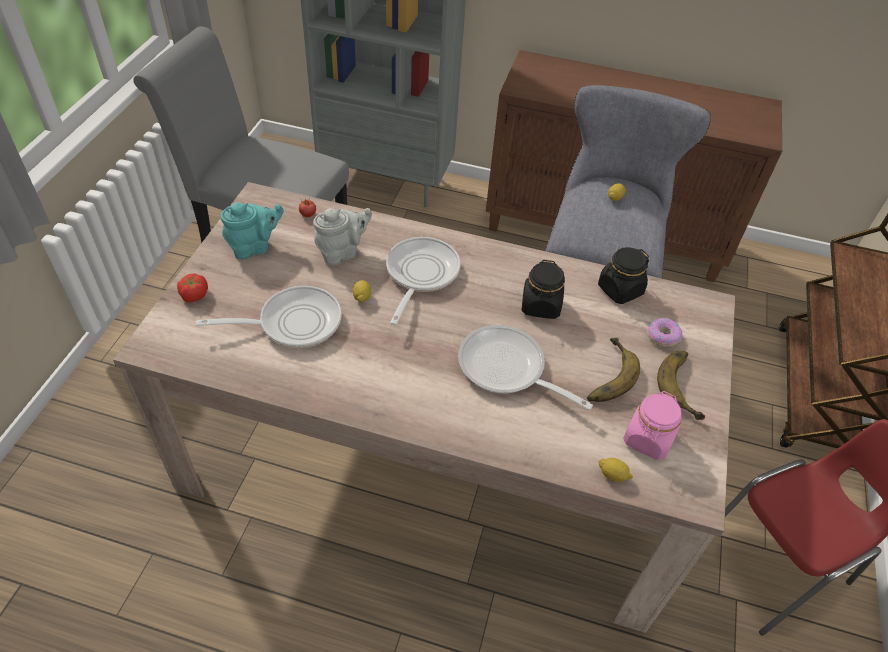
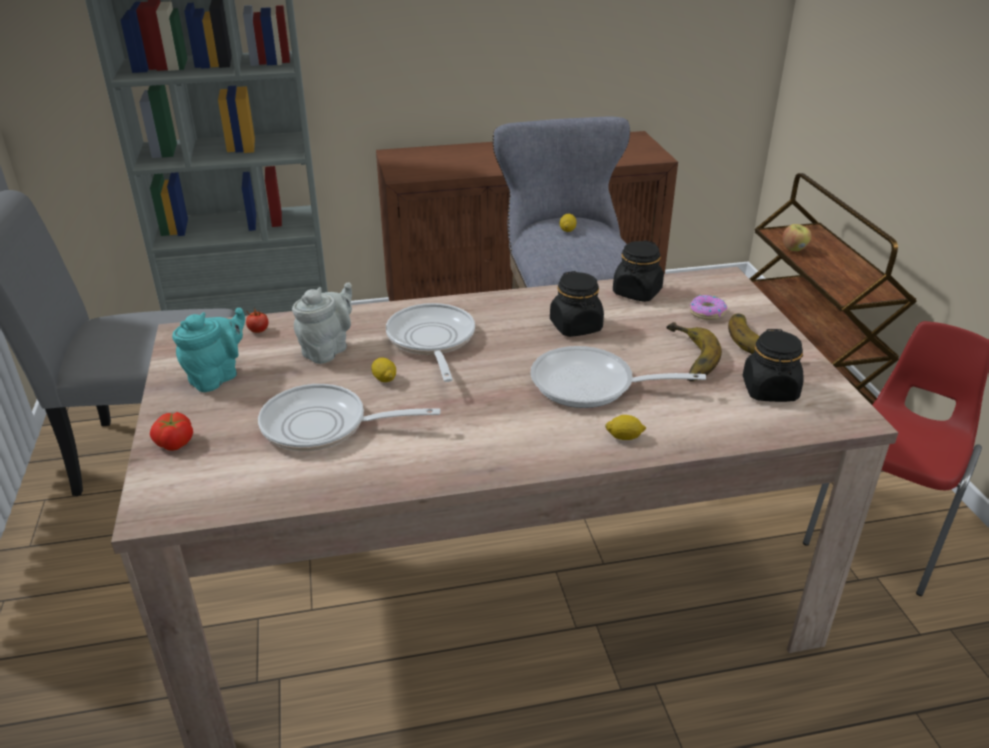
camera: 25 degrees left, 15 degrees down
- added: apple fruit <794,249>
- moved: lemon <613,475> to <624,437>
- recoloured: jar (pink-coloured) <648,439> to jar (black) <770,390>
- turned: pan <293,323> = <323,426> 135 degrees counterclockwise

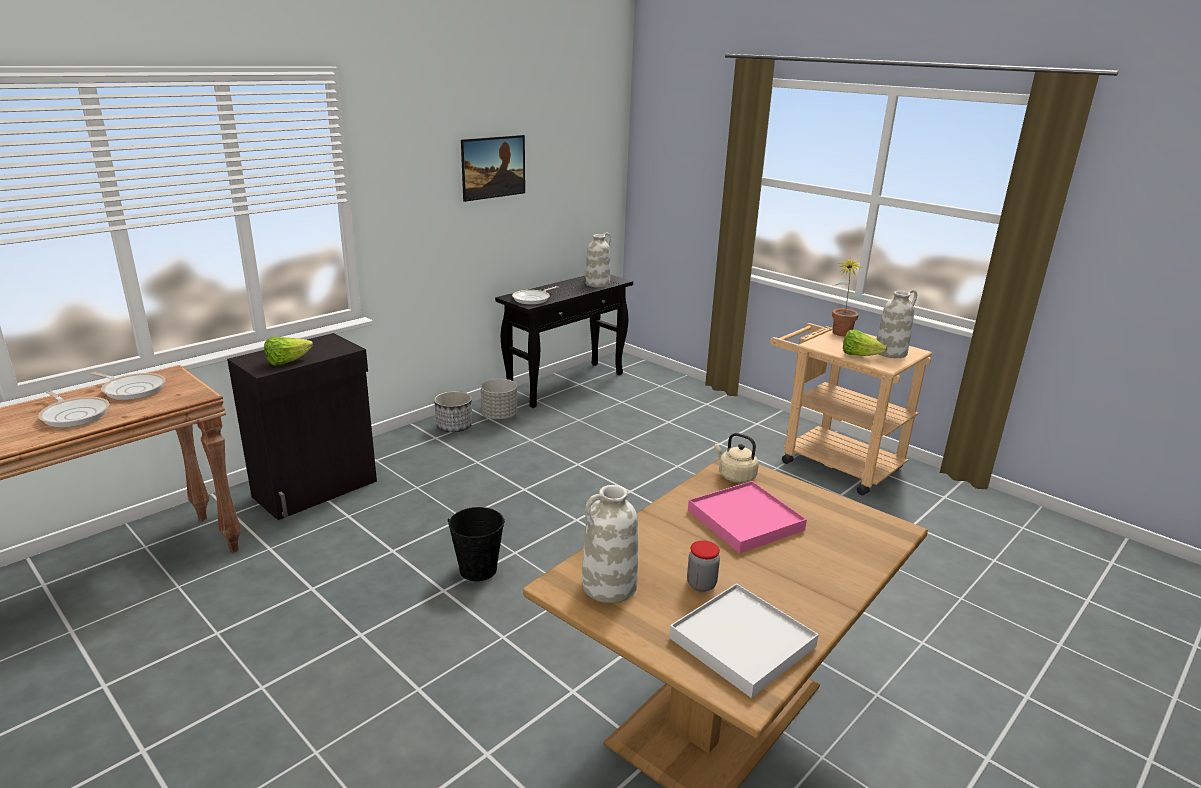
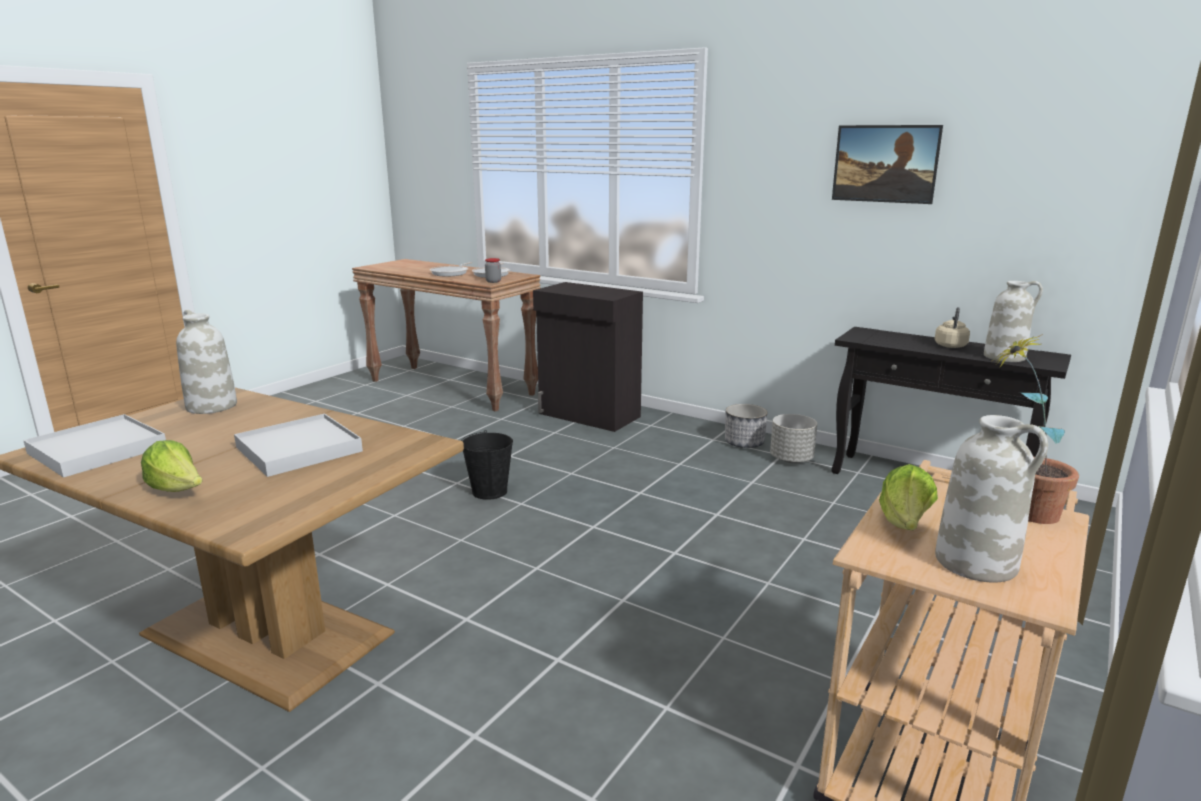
camera: 80 degrees right, 5 degrees down
- removed: pan <533,299>
- moved: lettuce <287,362> to <178,490>
- moved: jar <701,584> to <493,281>
- moved: tea kettle (sand-coloured) <735,476> to <950,345>
- recoloured: tray (pink-coloured) <745,520> to tray (white) <299,449>

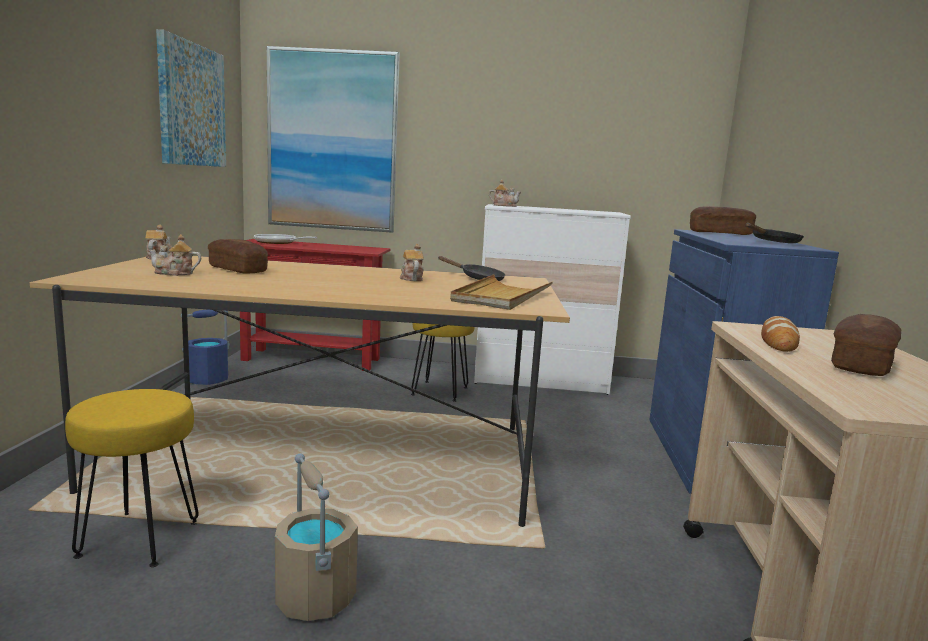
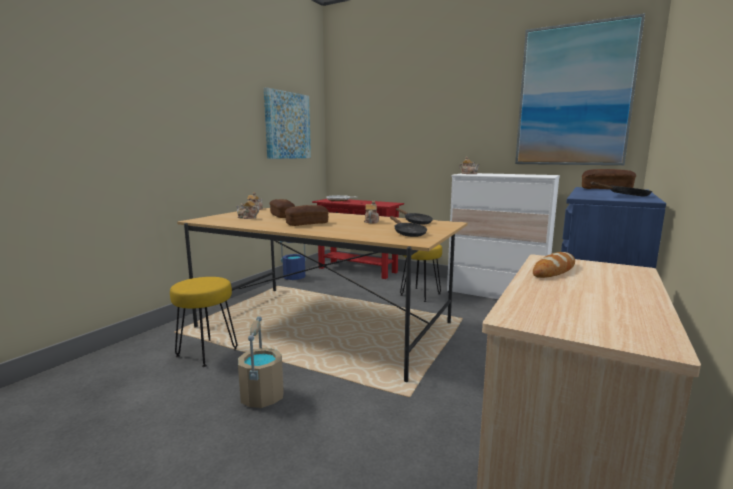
camera: 25 degrees right, 0 degrees up
- moved: wall art <332,141> to <574,96>
- moved: baked bread <861,364> to <307,224>
- replaced: tray (sand-coloured) <502,296> to pan (black) <408,233>

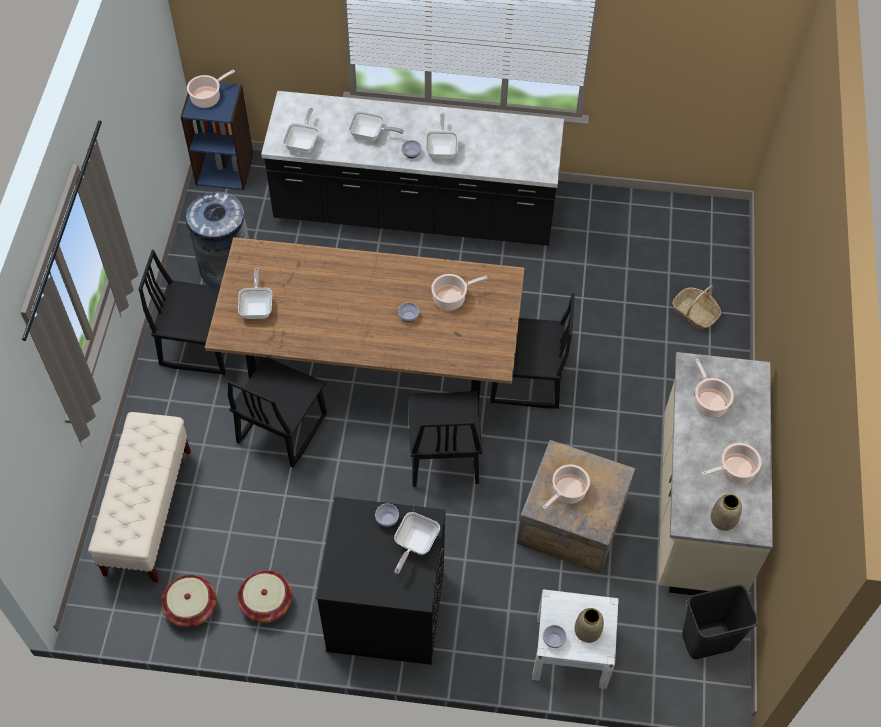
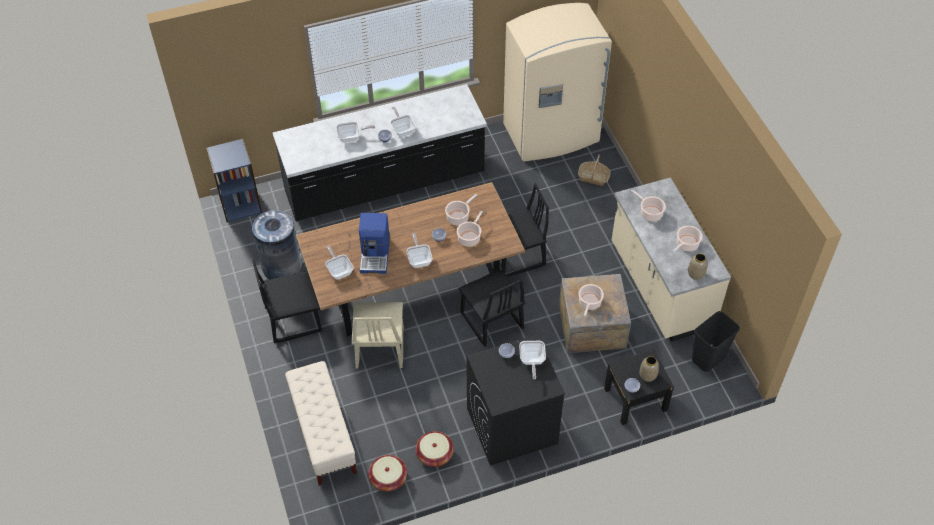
camera: 25 degrees left, 5 degrees down
- added: coffee maker <375,255>
- added: fridge (sand-coloured) <551,134>
- moved: stockpot <207,98> to <469,238>
- moved: pan <303,143> to <419,259>
- recoloured: chair (black) <281,428> to chair (sand-coloured) <379,348>
- recoloured: night table (white) <571,651> to night table (black) <635,399>

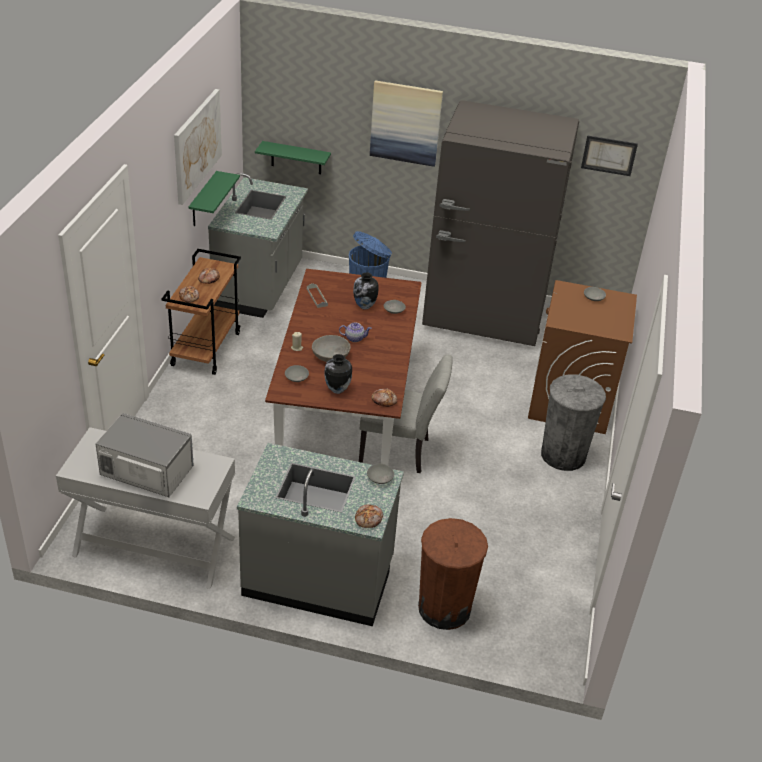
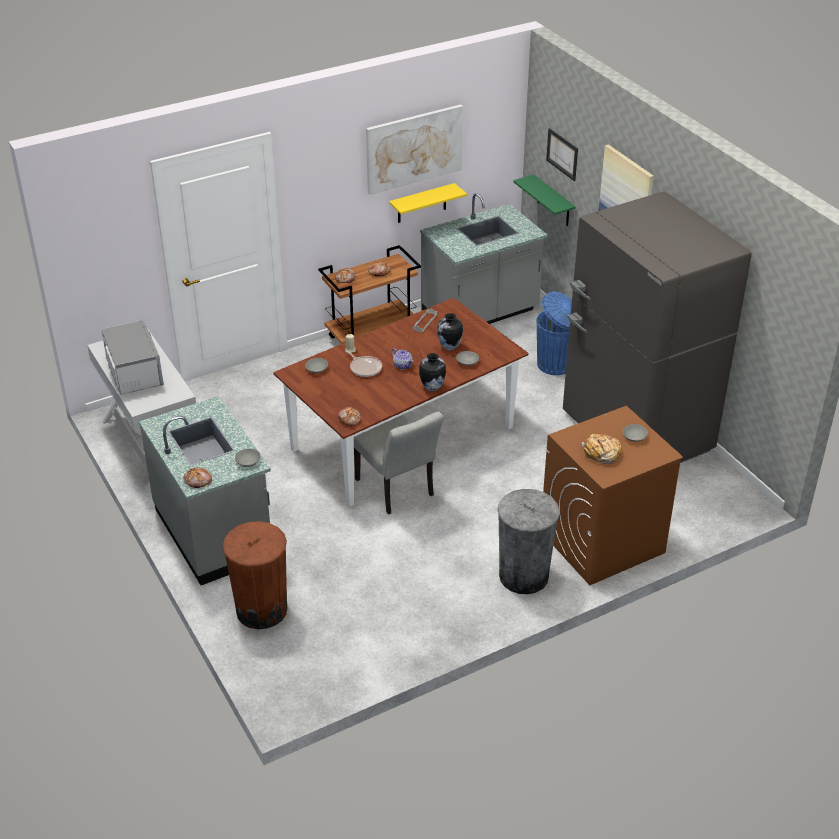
camera: 50 degrees right, 0 degrees up
- added: baked bread <601,454>
- moved: decorative vase <337,390> to <432,388>
- moved: wall art <609,155> to <562,154>
- replaced: bowl (greyish) <330,355> to pan <365,368>
- recoloured: shelf (green-coloured) <203,200> to shelf (yellow) <422,203>

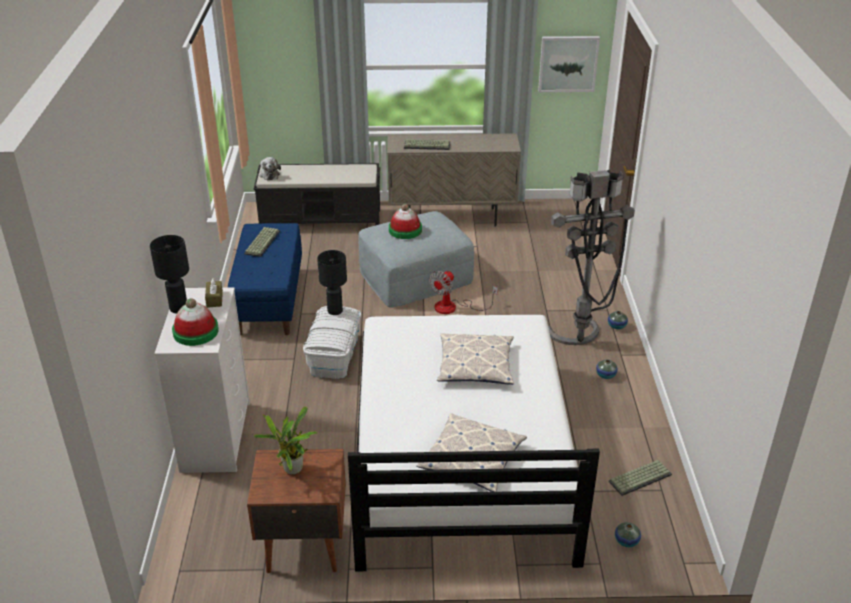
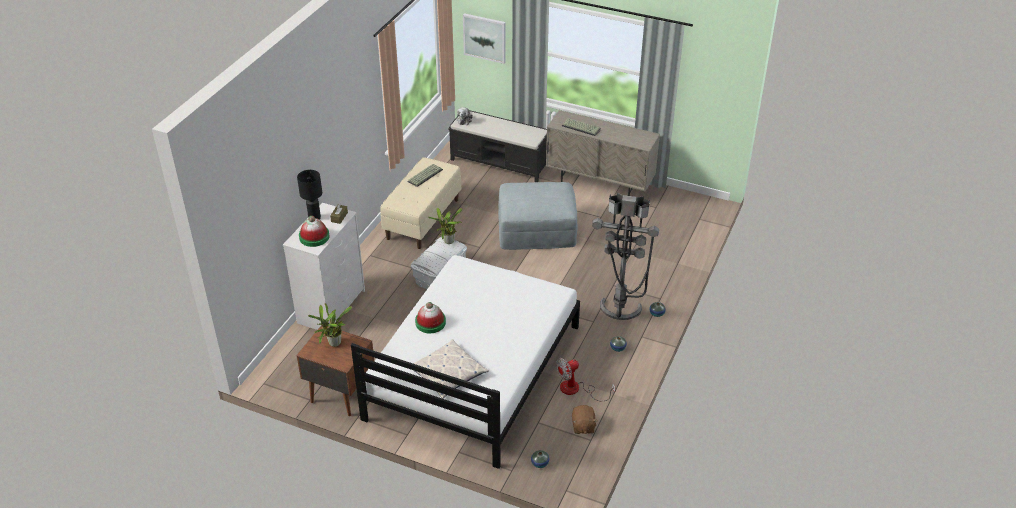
camera: 25 degrees right, 5 degrees up
- removed: throw pillow <475,366>
- moved: wearable hat <405,230> to <430,322>
- moved: electric fan <453,307> to <576,389>
- moved: wall art <568,63> to <484,37>
- replaced: tabletop lamp (black) <335,311> to plant in a pot <448,242>
- replaced: PC keyboard <640,477> to cuddly toy (brown) <583,426>
- recoloured: indoor bench (blue-coloured) <269,300> to indoor bench (sand-coloured) <423,219>

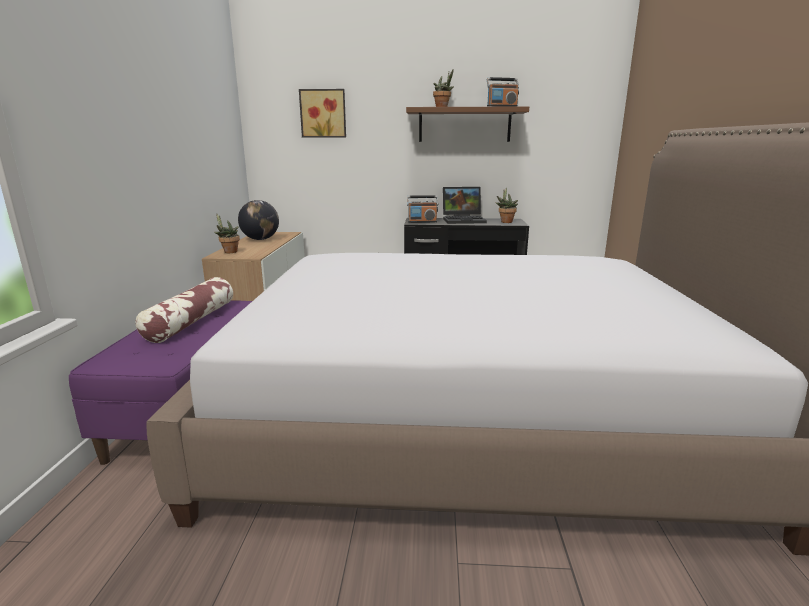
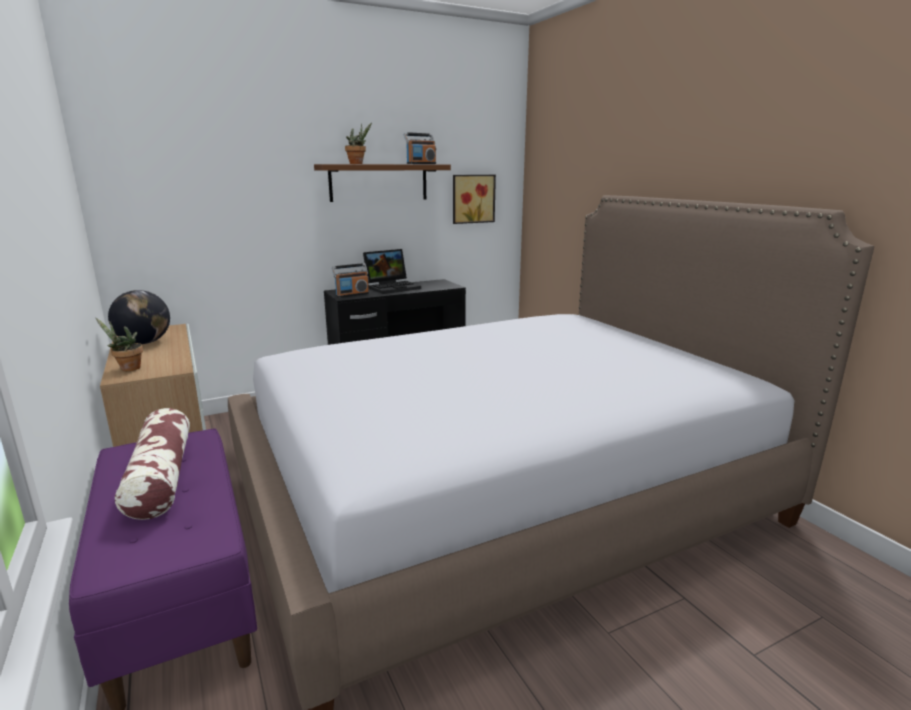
camera: 30 degrees left, 0 degrees up
- removed: plant in a pot <505,222>
- moved: wall art <323,113> to <472,198>

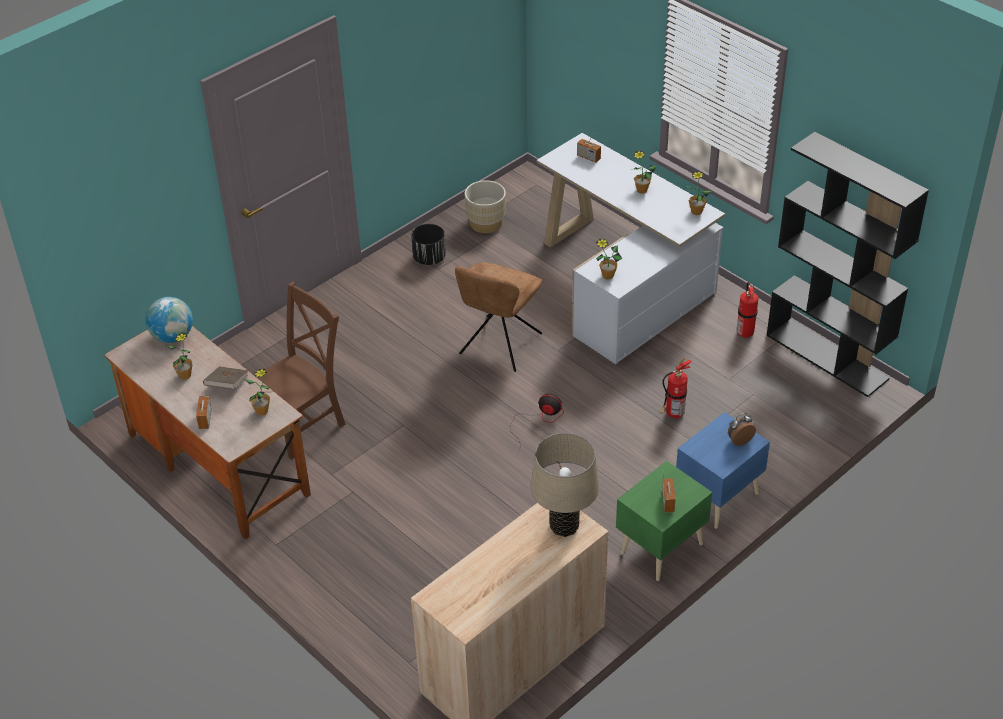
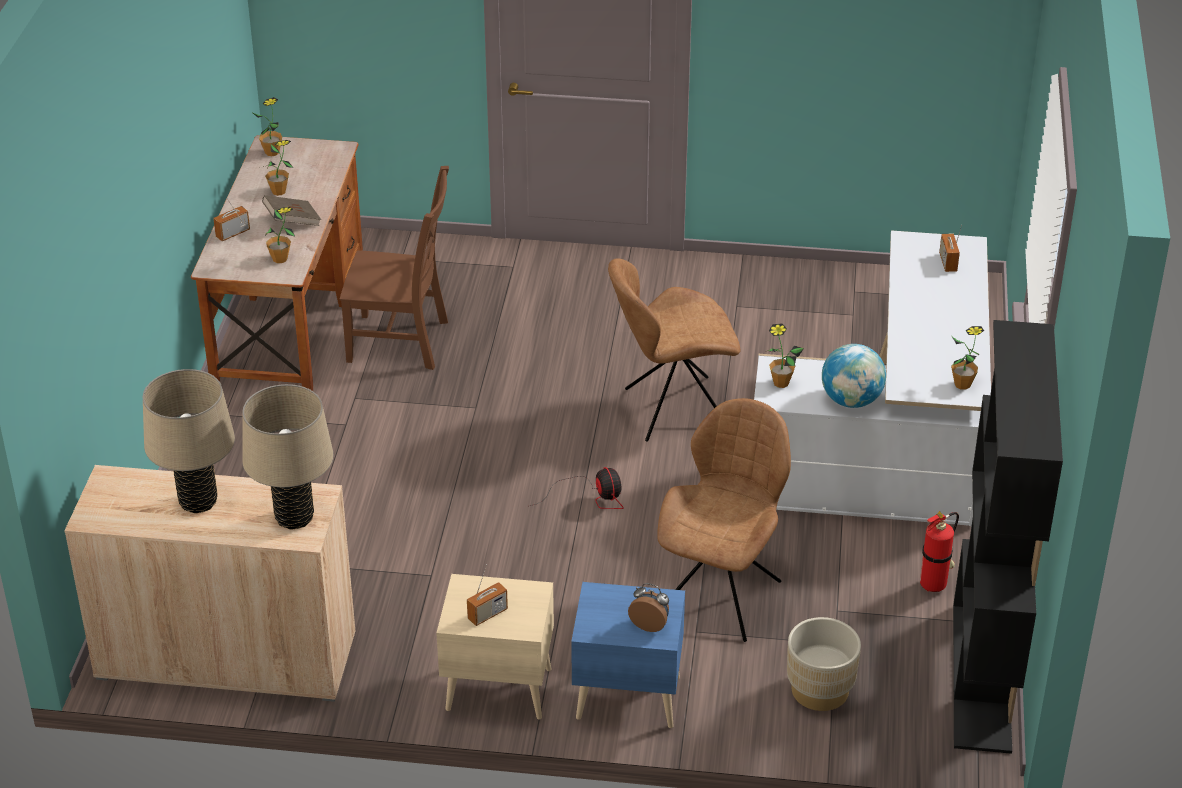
camera: 50 degrees right, 5 degrees down
- removed: flower pot (black) <429,258>
- added: tabletop lamp (sand-coloured) <198,502>
- moved: world globe <173,336> to <851,401>
- moved: flower pot (sand-coloured) <486,223> to <820,691>
- moved: plant in a pot <641,190> to <272,152>
- replaced: extinguisher <673,415> to chair (brown) <721,594>
- recoloured: night table (green-coloured) <659,548> to night table (sand-coloured) <497,687>

